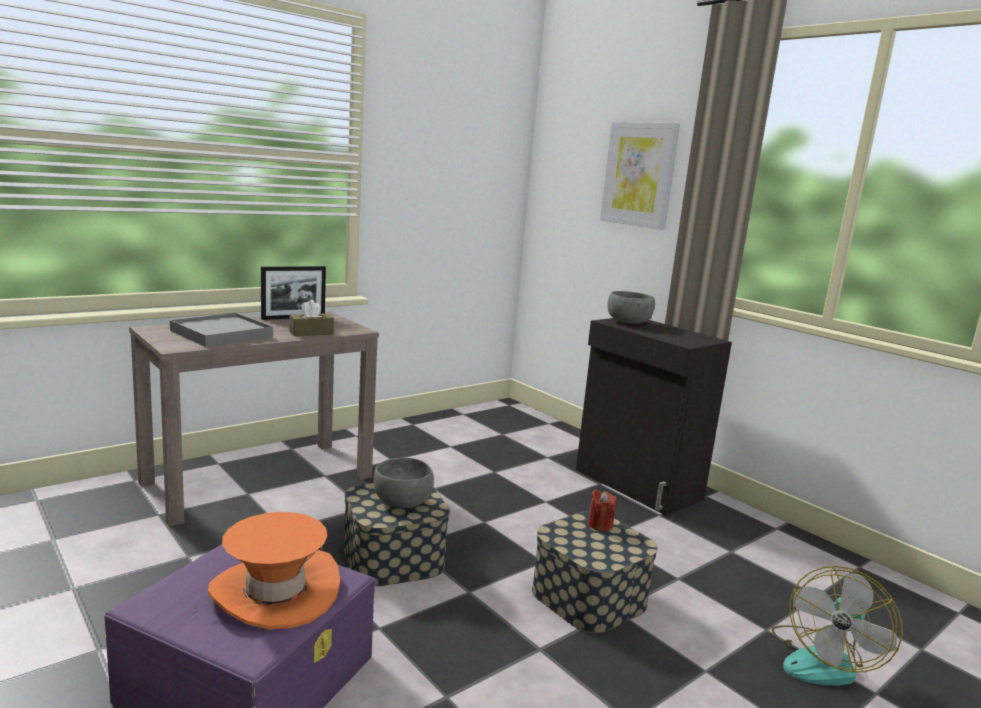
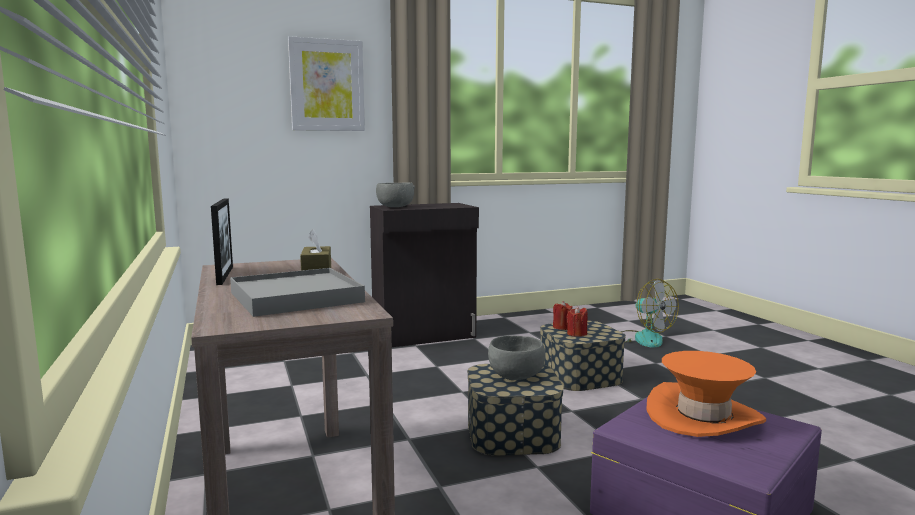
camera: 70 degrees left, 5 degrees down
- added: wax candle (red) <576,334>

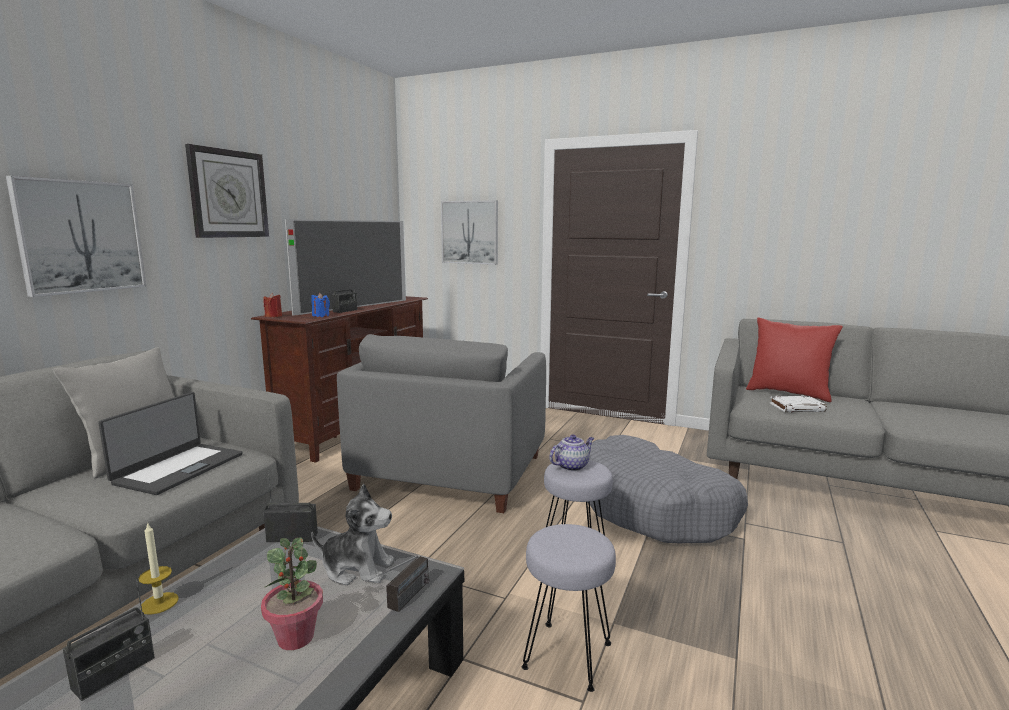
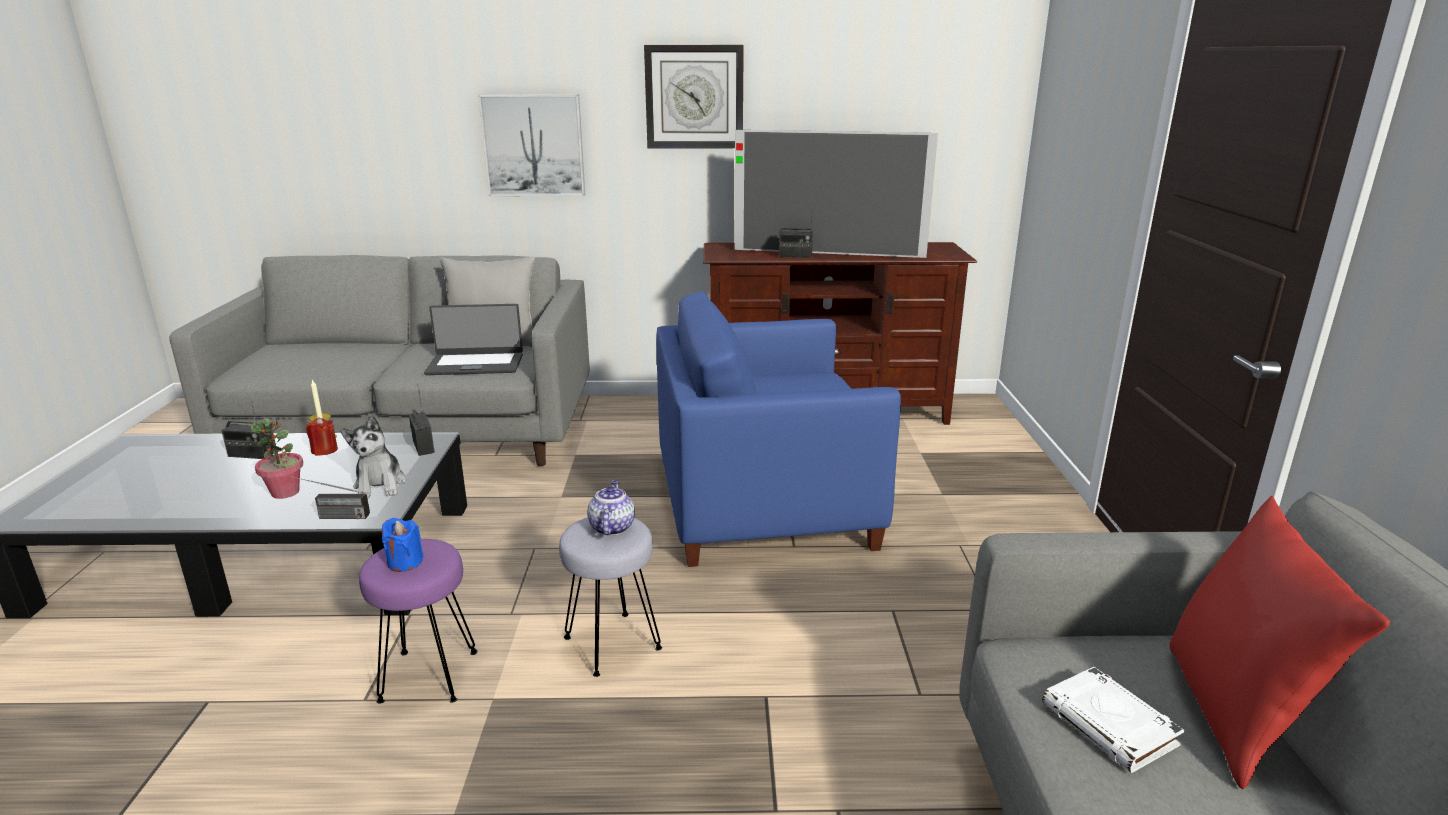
camera: 65 degrees right, 10 degrees up
- removed: wall art <470,232>
- removed: dog cushion (greyish) <654,508>
- moved: wax candle (red) <273,316> to <324,450>
- moved: wax candle (blue-coloured) <321,316> to <405,562>
- recoloured: armchair (greyish) <451,472> to armchair (blue-coloured) <764,503>
- recoloured: stool seat (greyish) <566,654> to stool seat (purple-coloured) <429,675>
- turned: teapot <572,466> = <611,527> 120 degrees counterclockwise

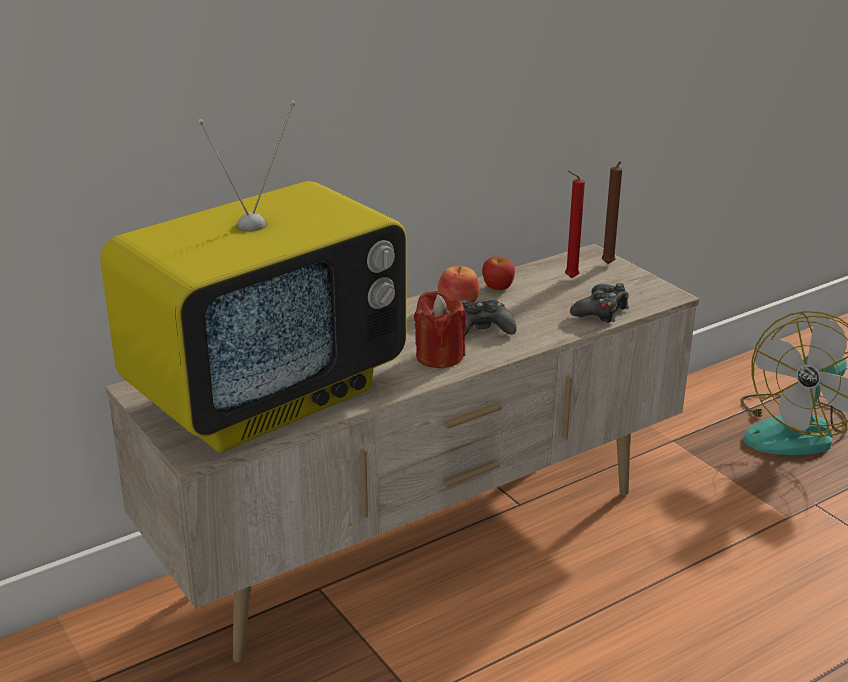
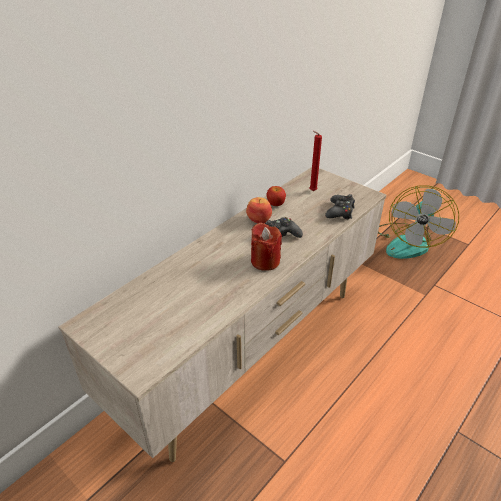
camera: 15 degrees left, 10 degrees up
- removed: TV <266,395>
- removed: wax candle (brown) <608,265>

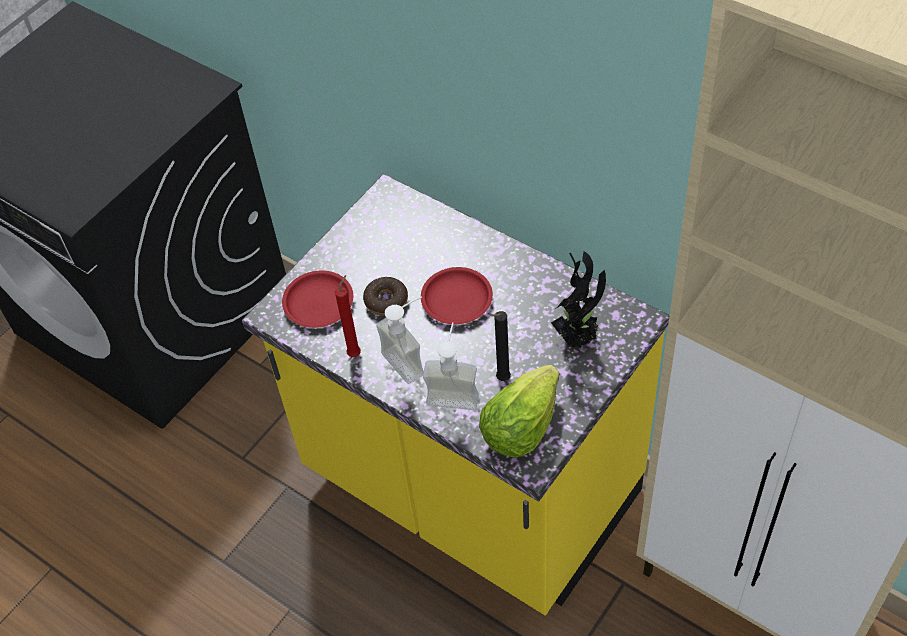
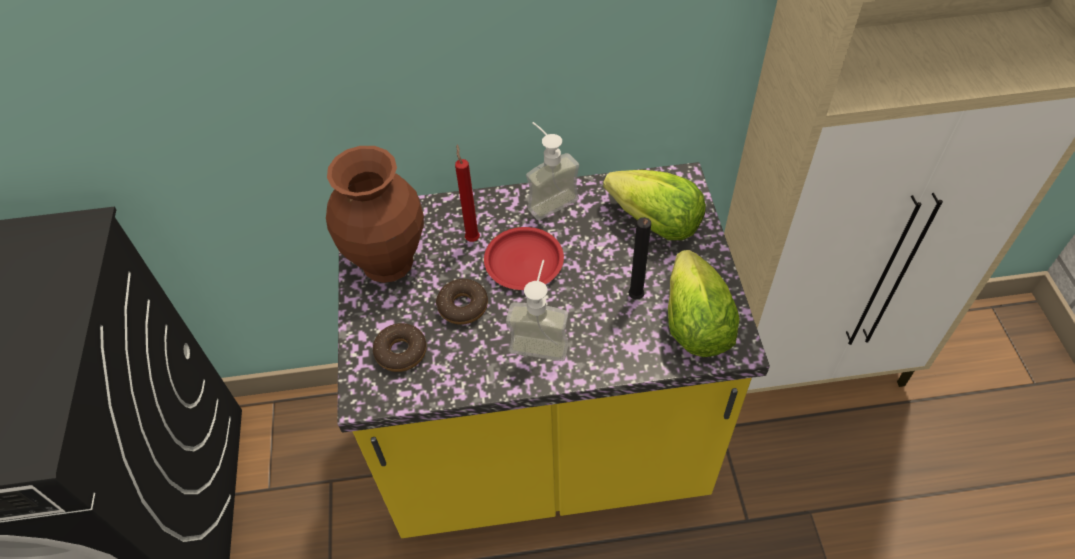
camera: 45 degrees left, 0 degrees up
- added: decorative vase (brown) <386,263>
- moved: wax candle (red) <355,353> to <472,238>
- moved: soap dispenser <454,391> to <547,198>
- replaced: dinner plate (red) <319,302> to doughnut <401,352>
- replaced: plant in a pot <578,338> to lettuce <655,224>

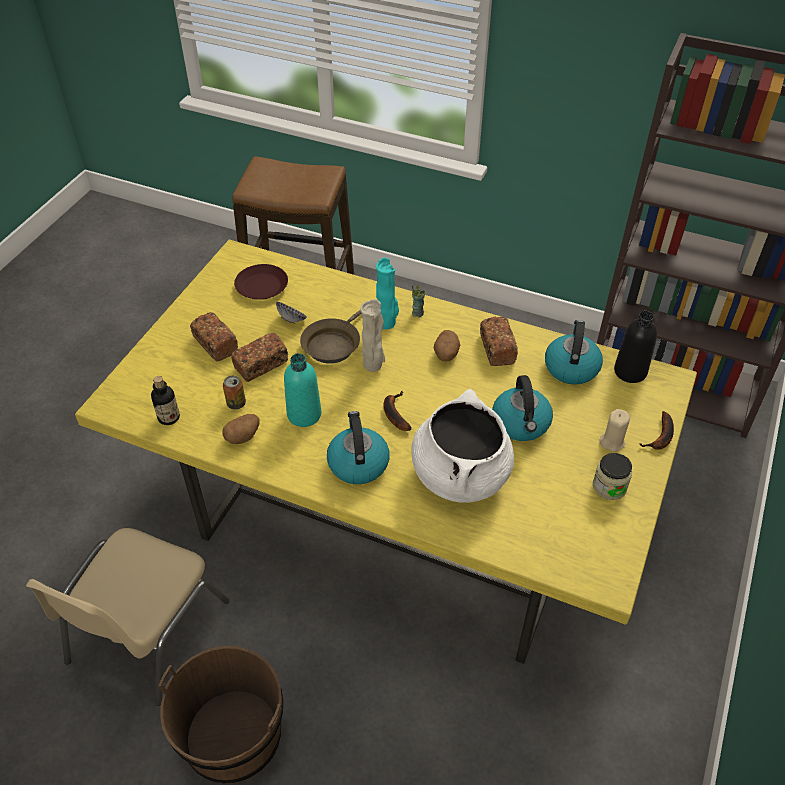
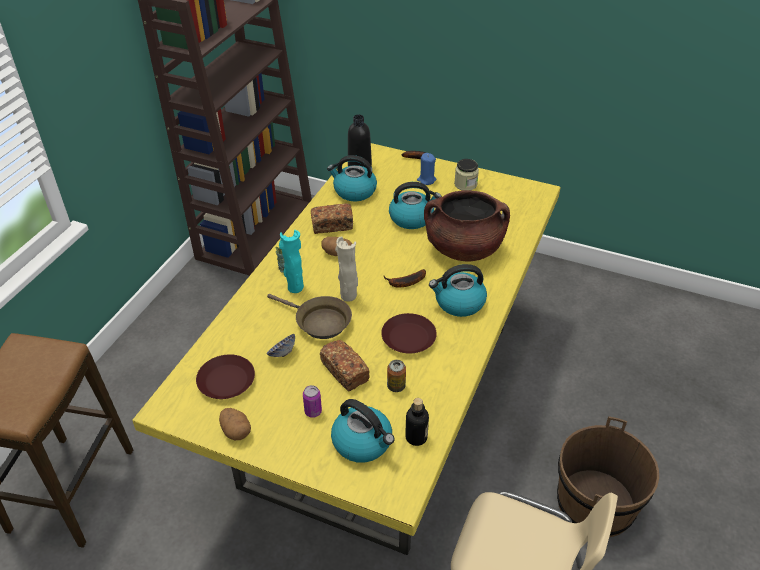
camera: 90 degrees left, 5 degrees down
- added: tea kettle <363,442>
- moved: spud <243,436> to <236,431>
- replaced: baked bread <215,344> to metal can <313,411>
- replaced: drink bottle (turquoise-coloured) <304,414> to dinner plate (brown) <408,337>
- recoloured: stockpot (white) <460,474> to stockpot (brown) <464,249>
- recoloured: wax candle (sand-coloured) <612,441> to wax candle (blue-coloured) <426,180>

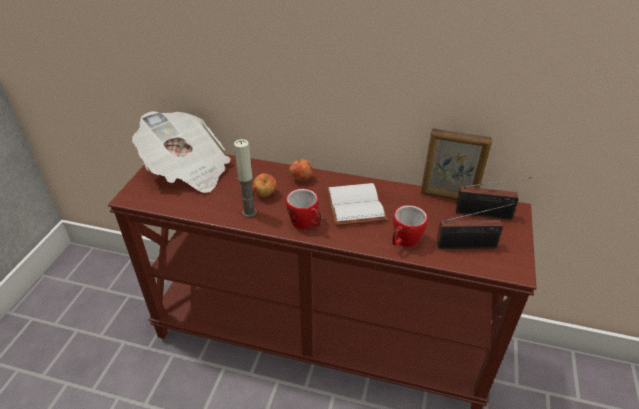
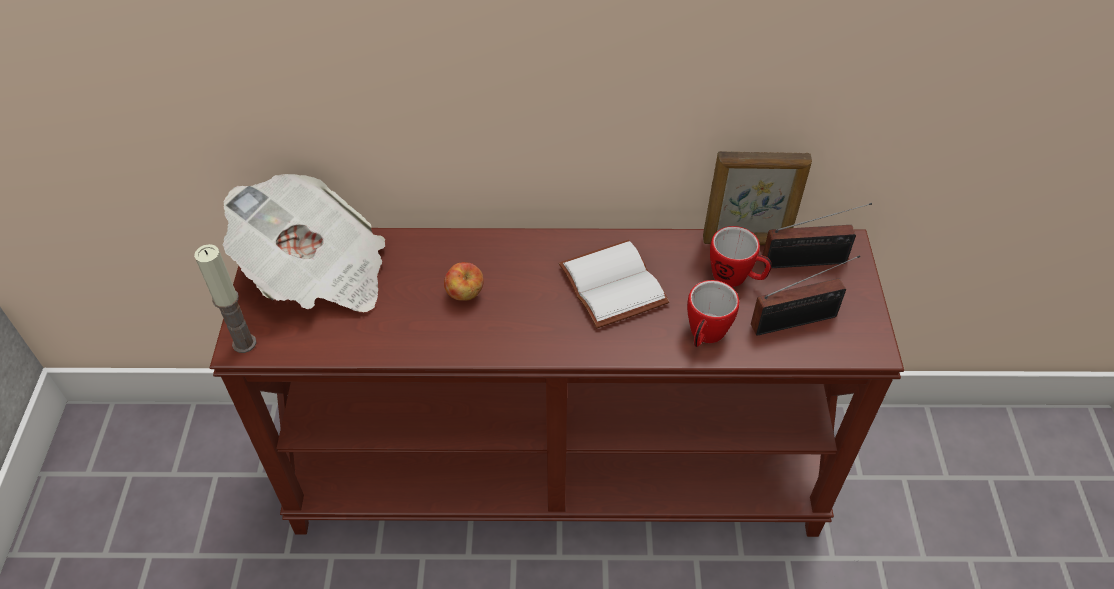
camera: 15 degrees left, 10 degrees up
- removed: apple fruit <301,178>
- moved: wax candle <249,212> to <244,343>
- moved: mug <306,224> to <736,278>

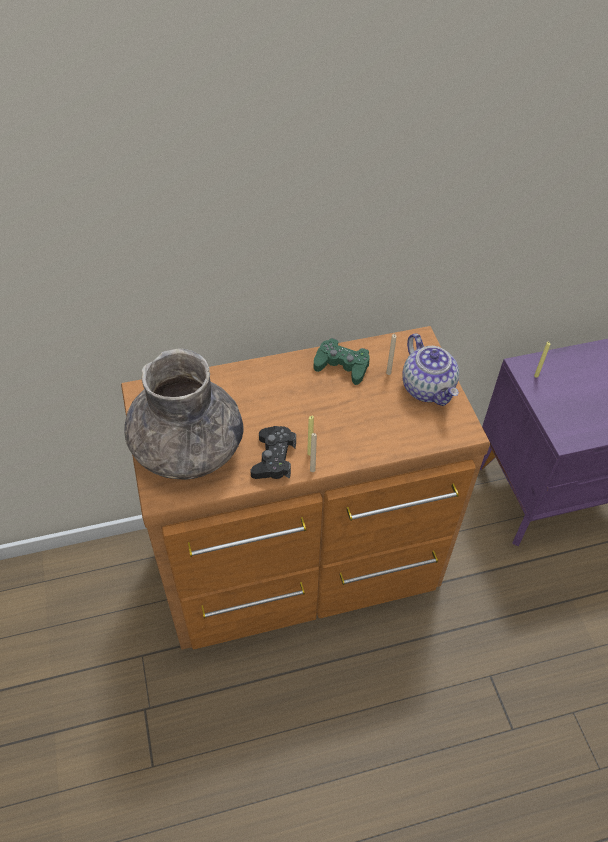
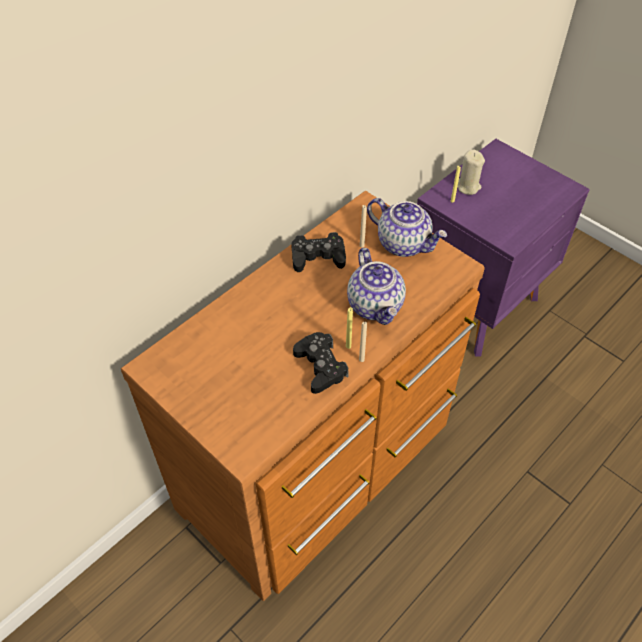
camera: 30 degrees left, 0 degrees up
- removed: decorative vase (greyish) <187,449>
- added: teapot <376,305>
- added: wax candle (sand-coloured) <467,186>
- recoloured: gamepad (green-coloured) <342,366> to gamepad (black) <318,257>

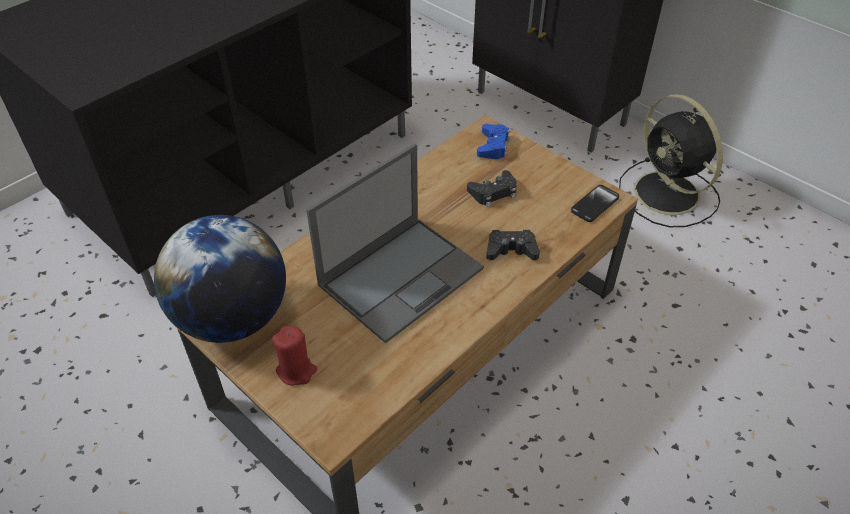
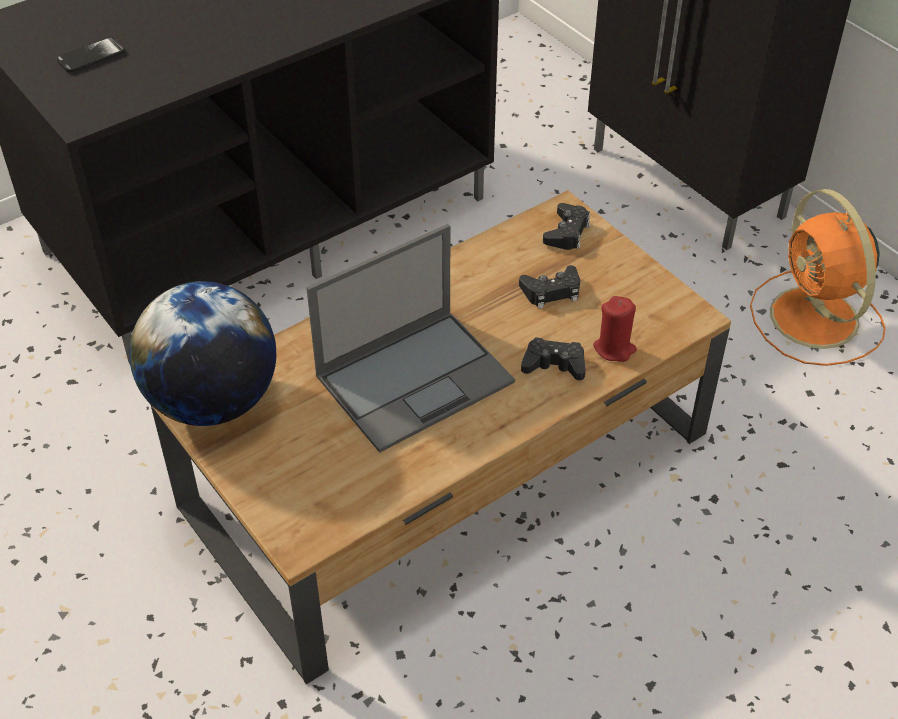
camera: 10 degrees right, 0 degrees up
- moved: wax candle (red) <296,371> to <614,348>
- moved: handset <594,204> to <91,56>
- recoloured: gamepad (blue-coloured) <493,146> to gamepad (black) <567,232>
- recoloured: electric fan (black) <668,195> to electric fan (orangey) <816,320>

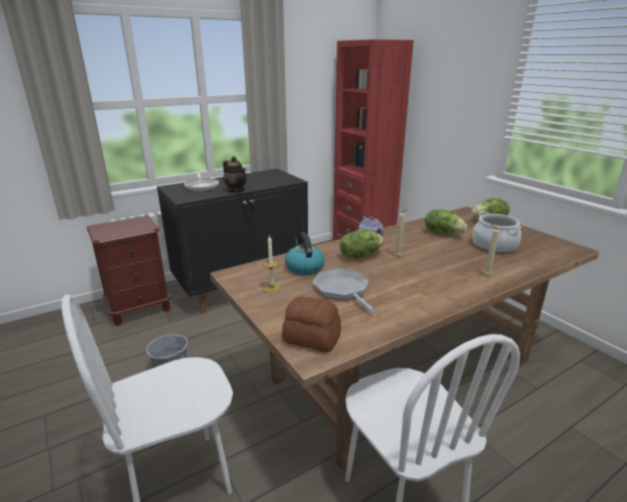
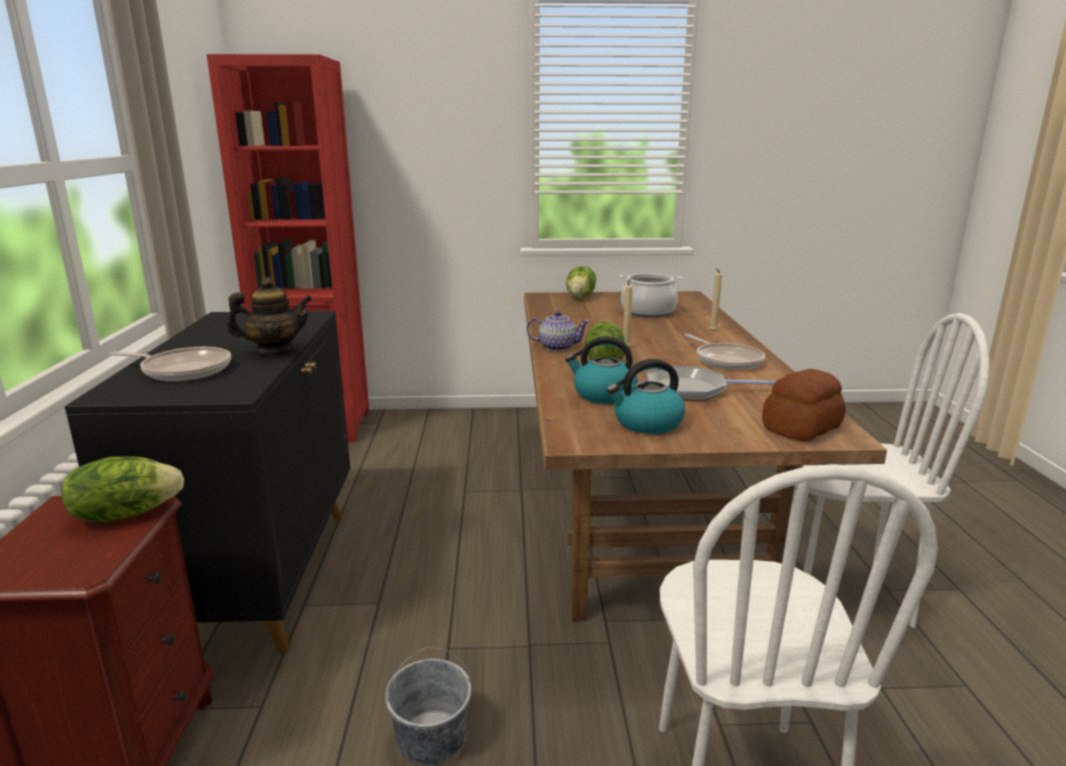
camera: 60 degrees left, 5 degrees down
- added: pan <726,360>
- moved: lettuce <442,233> to <126,514>
- replaced: wax candle <271,287> to tea kettle <647,423>

